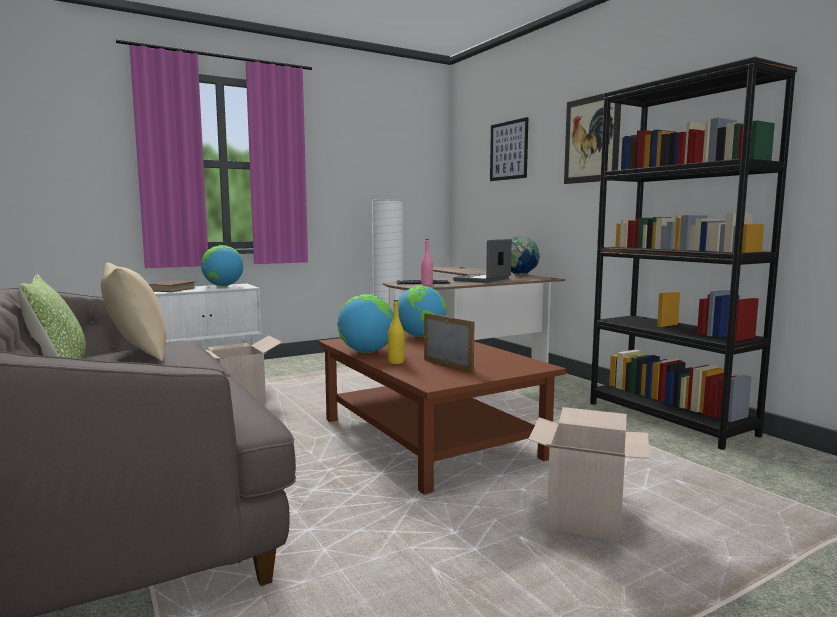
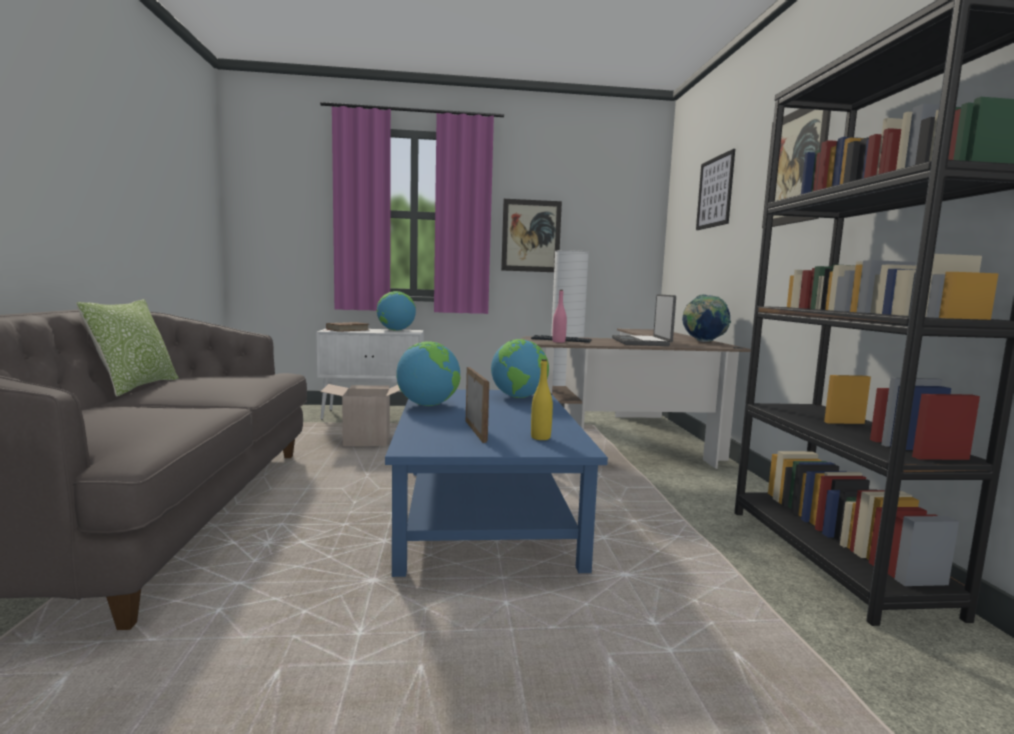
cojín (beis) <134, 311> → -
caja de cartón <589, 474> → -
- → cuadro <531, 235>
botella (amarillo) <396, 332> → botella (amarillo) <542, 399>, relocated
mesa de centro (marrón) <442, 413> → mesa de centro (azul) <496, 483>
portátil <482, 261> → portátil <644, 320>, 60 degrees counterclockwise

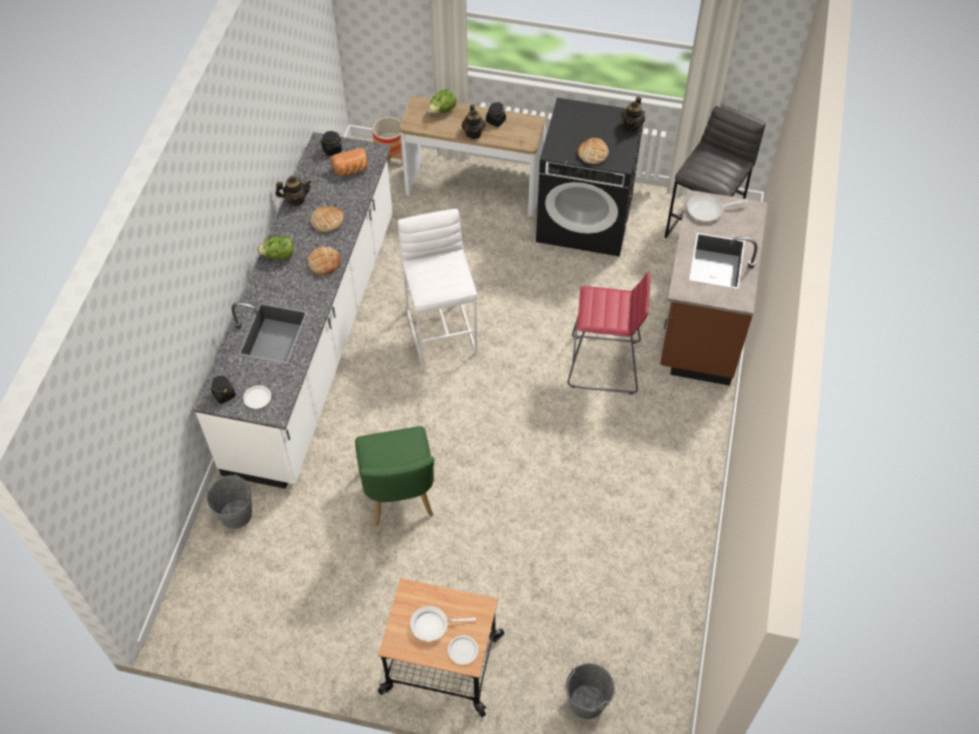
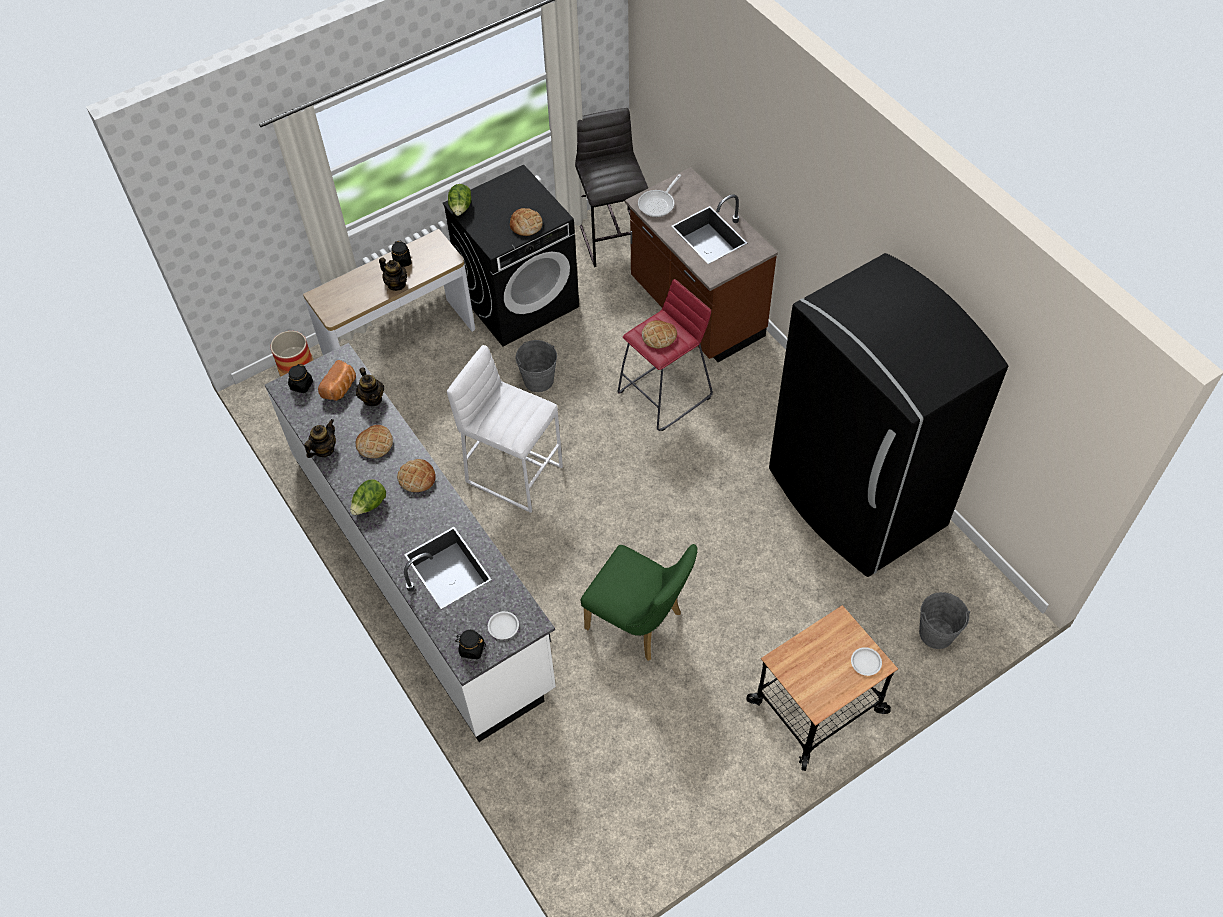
sartén (blanco) <443, 623> → -
- → pan <659, 334>
- → nevera (negro) <888, 415>
cubo (gris) <229, 502> → cubo (gris) <536, 366>, relocated
lechuga <442, 101> → lechuga <459, 200>, relocated
tetera <633, 114> → tetera <370, 386>, relocated

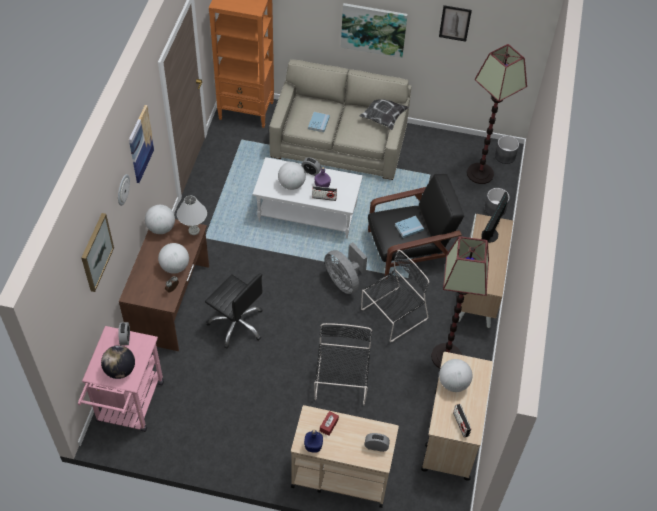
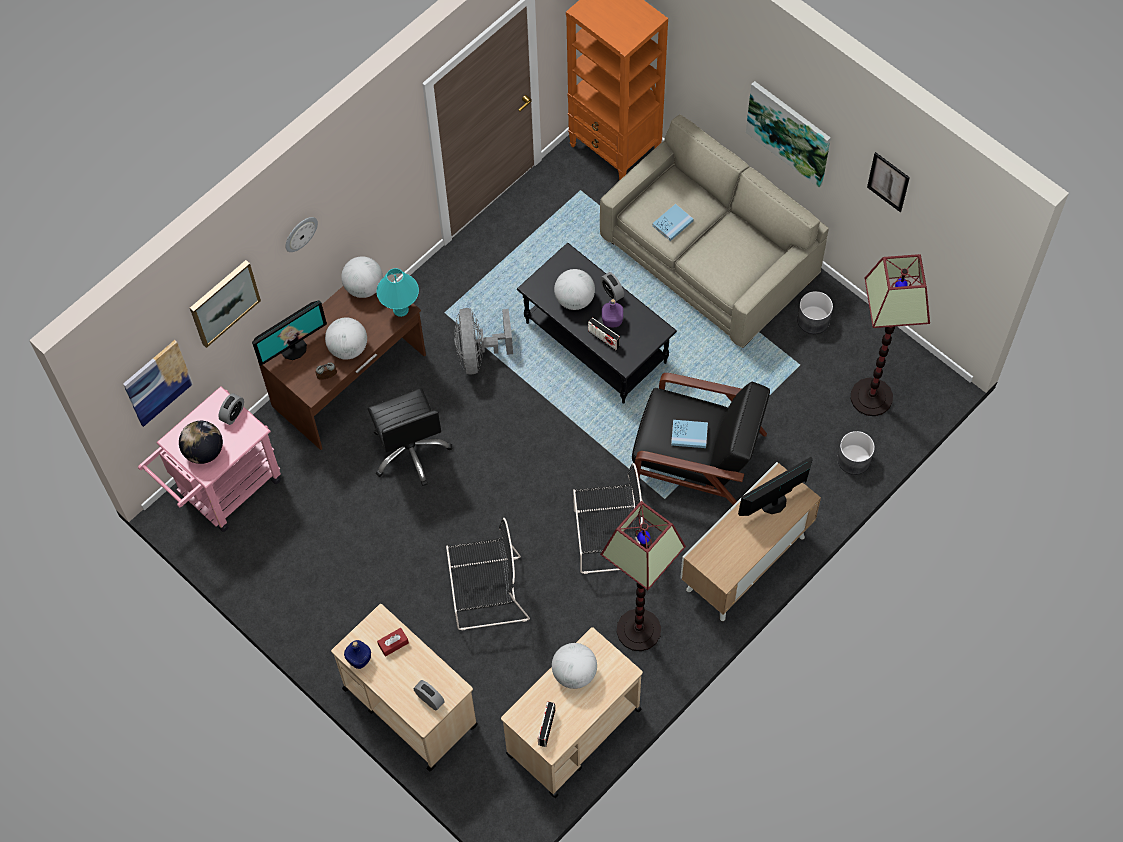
cojín <384, 114> → -
- → monitor <289, 333>
cuadro <141, 144> → cuadro <158, 383>, relocated
ventilador (gris) <346, 268> → ventilador (gris) <483, 341>, relocated
maceta (gris) <507, 150> → maceta (gris) <815, 312>, relocated
lámpara de mesa (blanco) <192, 215> → lámpara de mesa (turquesa) <398, 292>
mesa de centro (blanco) <308, 198> → mesa de centro (negro) <597, 323>
silla (negro) <343, 364> → silla (negro) <488, 574>, 45 degrees clockwise

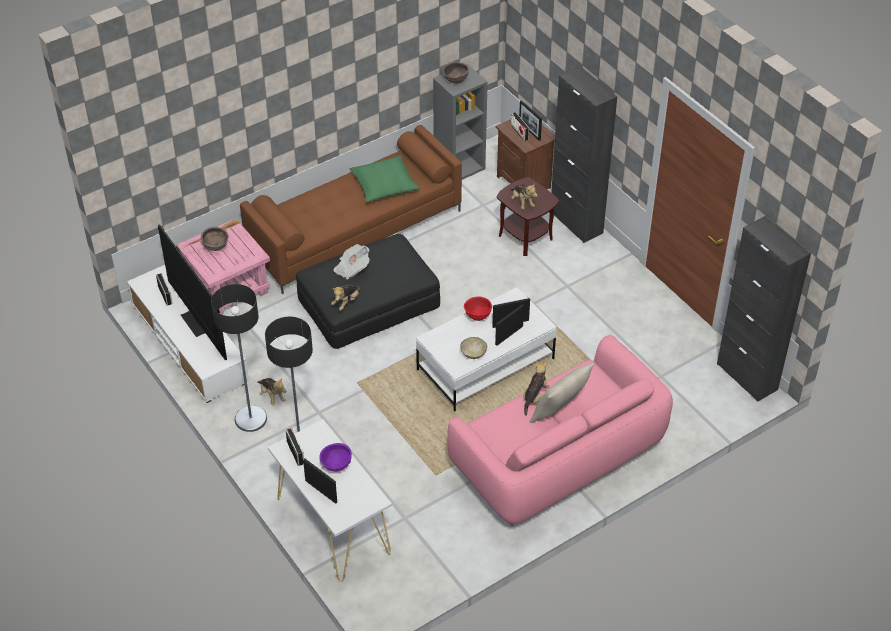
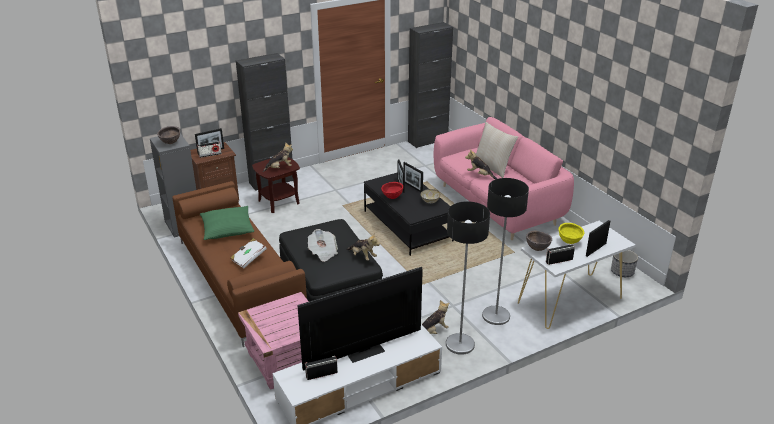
- → libro (blanco) <248, 253>
- → maceta <624, 263>
cuenco (marrón) <215, 239> → cuenco (marrón) <539, 241>, relocated
cuenco (morado) <335, 457> → cuenco (amarillo) <572, 233>
mesa de centro (blanco) <486, 349> → mesa de centro (negro) <409, 214>

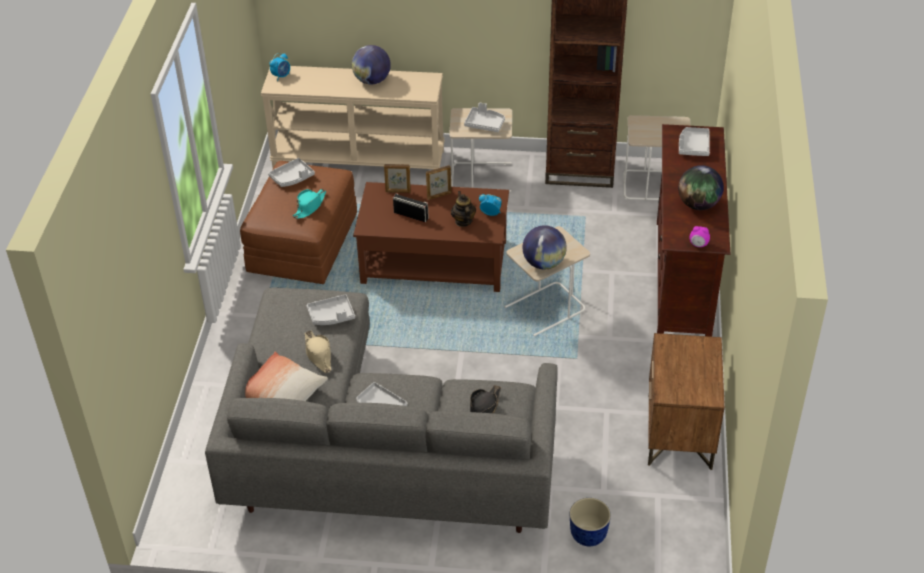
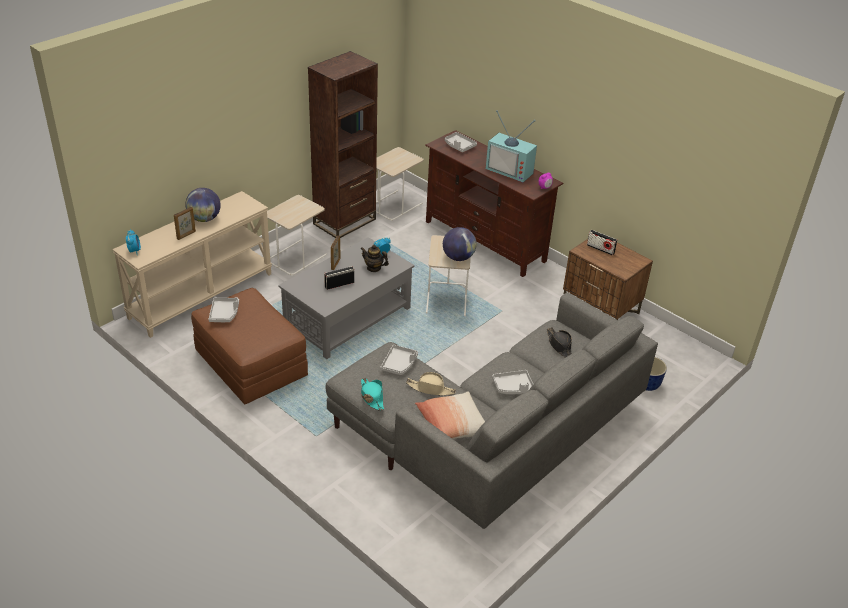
bandeja (gris) <484, 117> → -
- → radio <602, 242>
sombrero (turquesa) <309, 204> → sombrero (turquesa) <372, 394>, relocated
portarretratos <397, 178> → portarretratos <185, 223>, relocated
globo terráqueo <701, 187> → televisor <511, 146>
mesa de centro (marrón) <431, 237> → mesa de centro (gris) <346, 298>

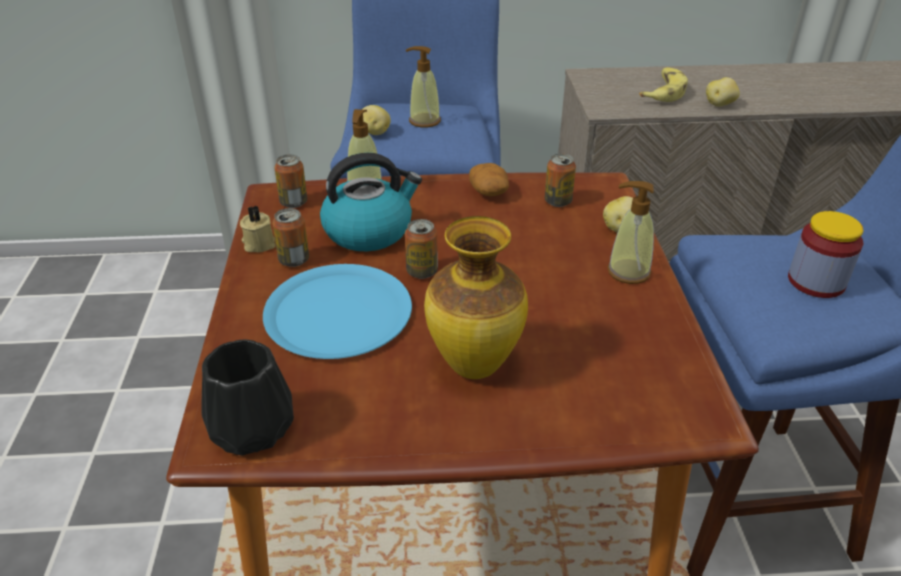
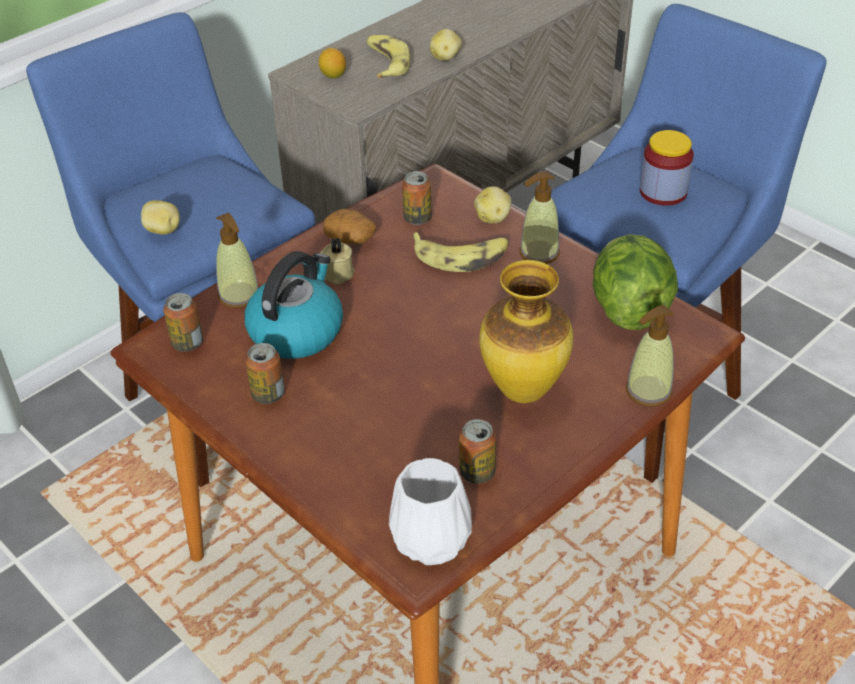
plato (azul) <337, 311> → -
- → limón <332, 63>
- → plátano <460, 252>
- → lechuga <635, 282>
vela (beis) <257, 229> → vela (beis) <337, 261>, relocated
lata <421, 249> → lata <477, 451>, relocated
dispensador de jabón <423, 87> → dispensador de jabón <650, 356>, relocated
florero (negro) <247, 397> → florero (blanco) <430, 511>

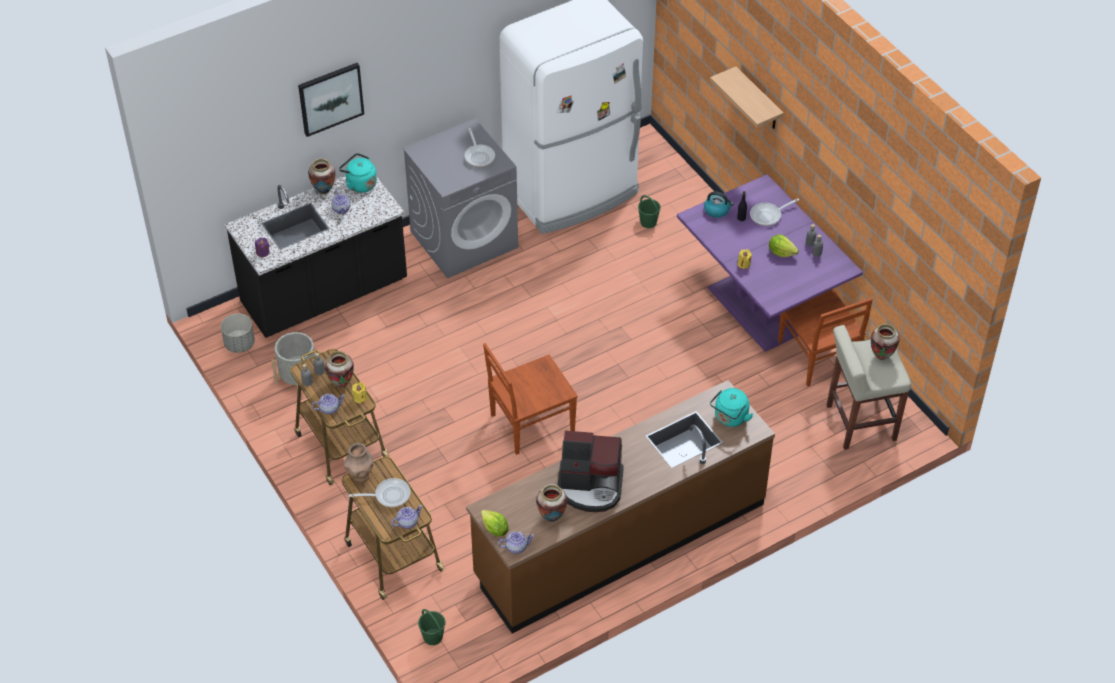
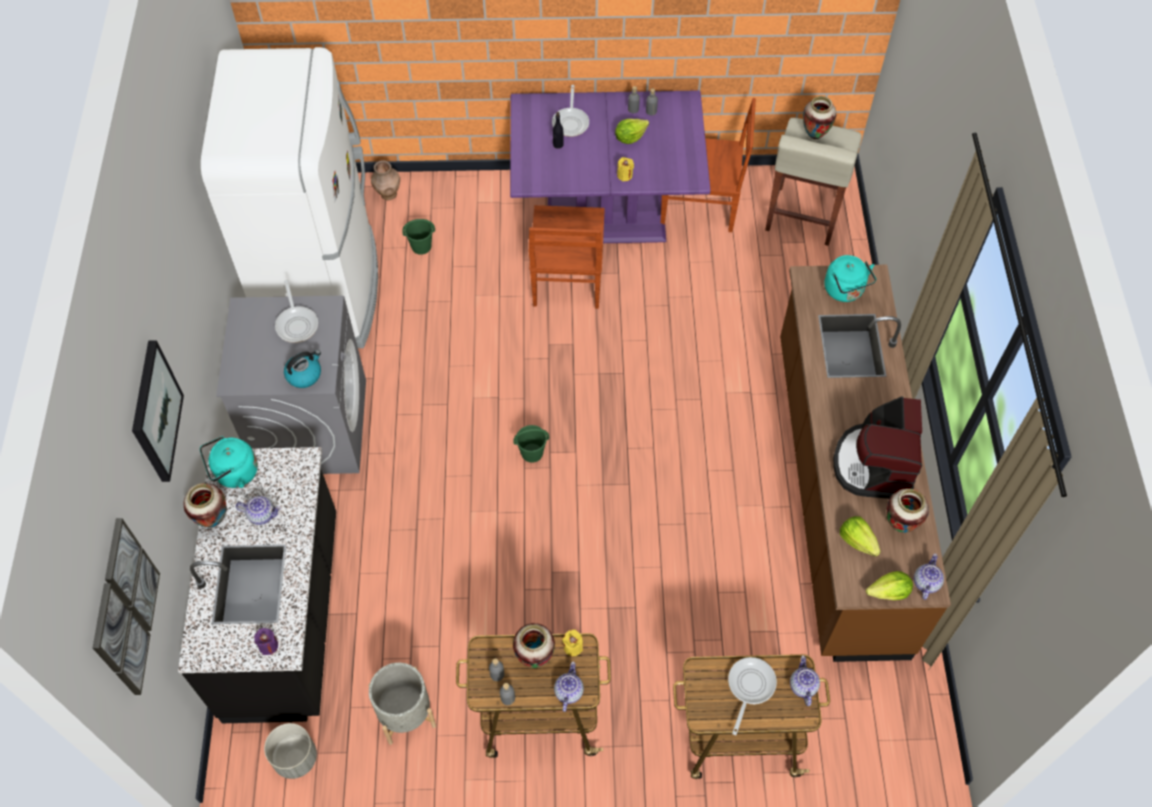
estante <747, 98> → -
- → cuadro <126, 606>
- → lechuga <860, 536>
florero (marrón) <359, 462> → florero (marrón) <385, 180>, relocated
cubo (verde) <431, 627> → cubo (verde) <531, 444>, relocated
silla (marrón) <530, 399> → silla (marrón) <567, 257>, relocated
hervidor <719, 205> → hervidor <302, 369>, relocated
sartén <479, 147> → sartén <296, 311>, 60 degrees clockwise
cafetera <590, 471> → cafetera <877, 448>, 150 degrees clockwise

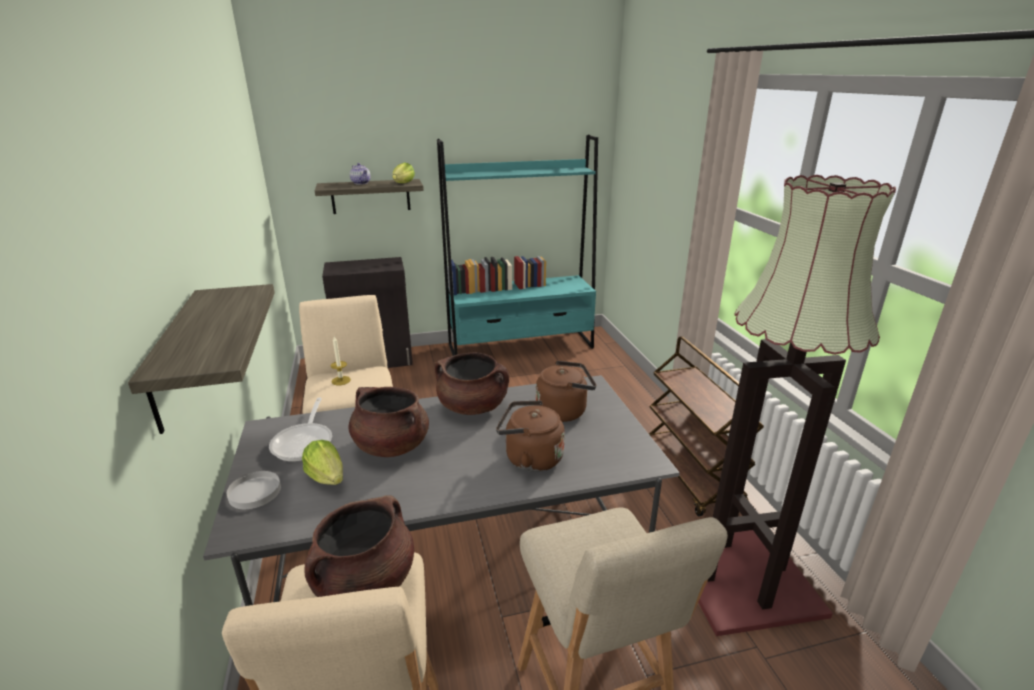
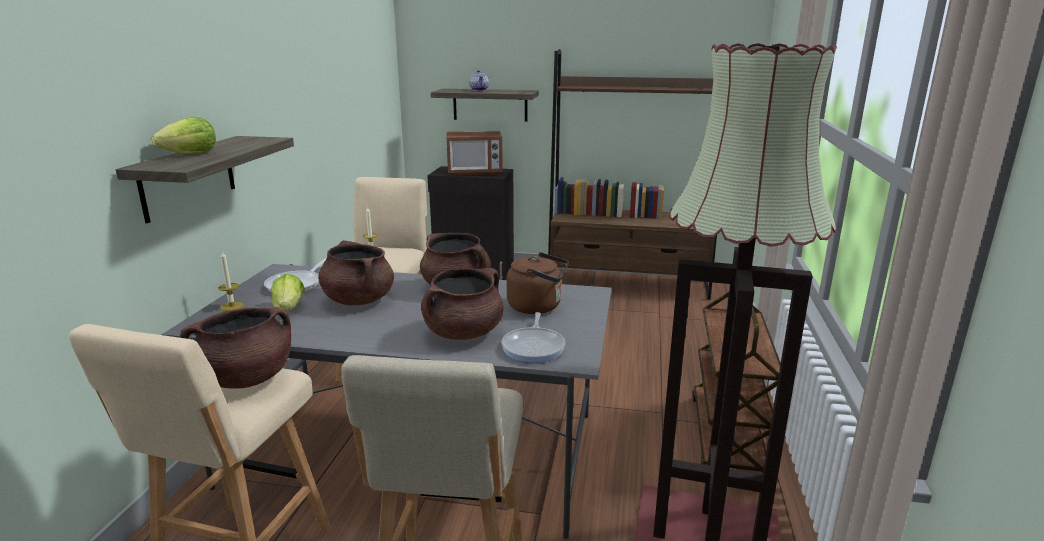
- → microondas <474, 153>
- → sartén <533, 337>
lechuga <403, 173> → lechuga <184, 135>, relocated
plato (blanco) <254, 490> → vela <231, 281>
hervidor (marrón) <530, 436> → olla (marrón) <462, 304>
estantería (turquesa) <517, 245> → estantería (marrón) <632, 174>

